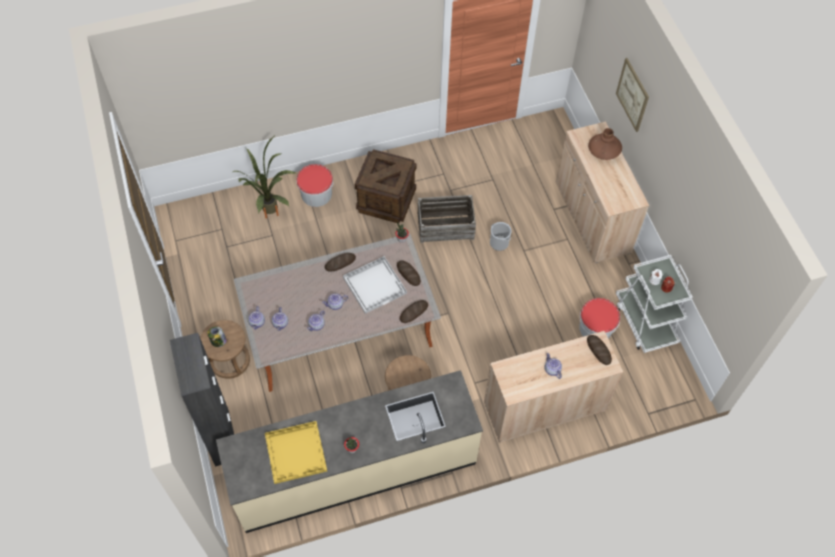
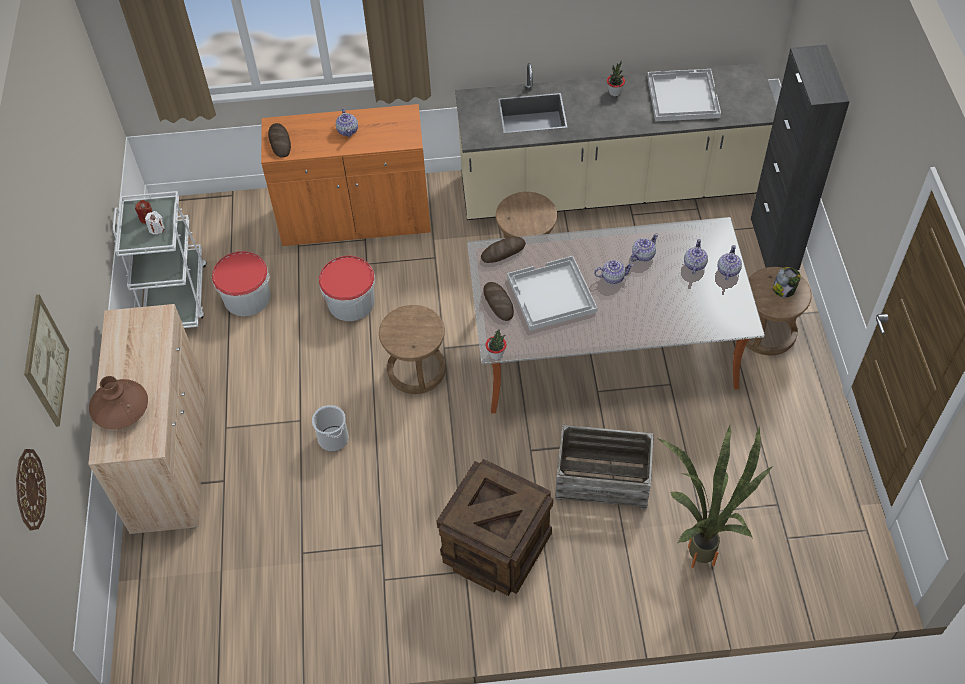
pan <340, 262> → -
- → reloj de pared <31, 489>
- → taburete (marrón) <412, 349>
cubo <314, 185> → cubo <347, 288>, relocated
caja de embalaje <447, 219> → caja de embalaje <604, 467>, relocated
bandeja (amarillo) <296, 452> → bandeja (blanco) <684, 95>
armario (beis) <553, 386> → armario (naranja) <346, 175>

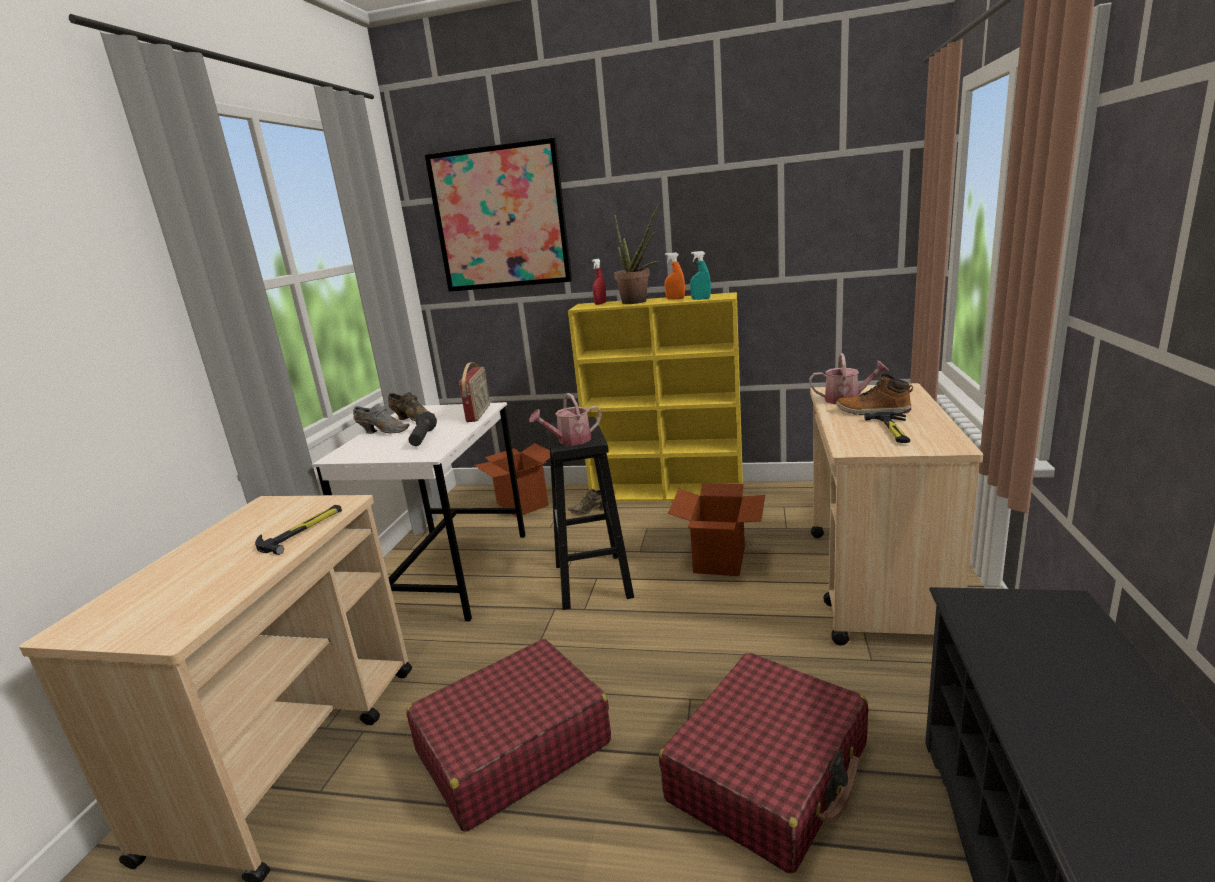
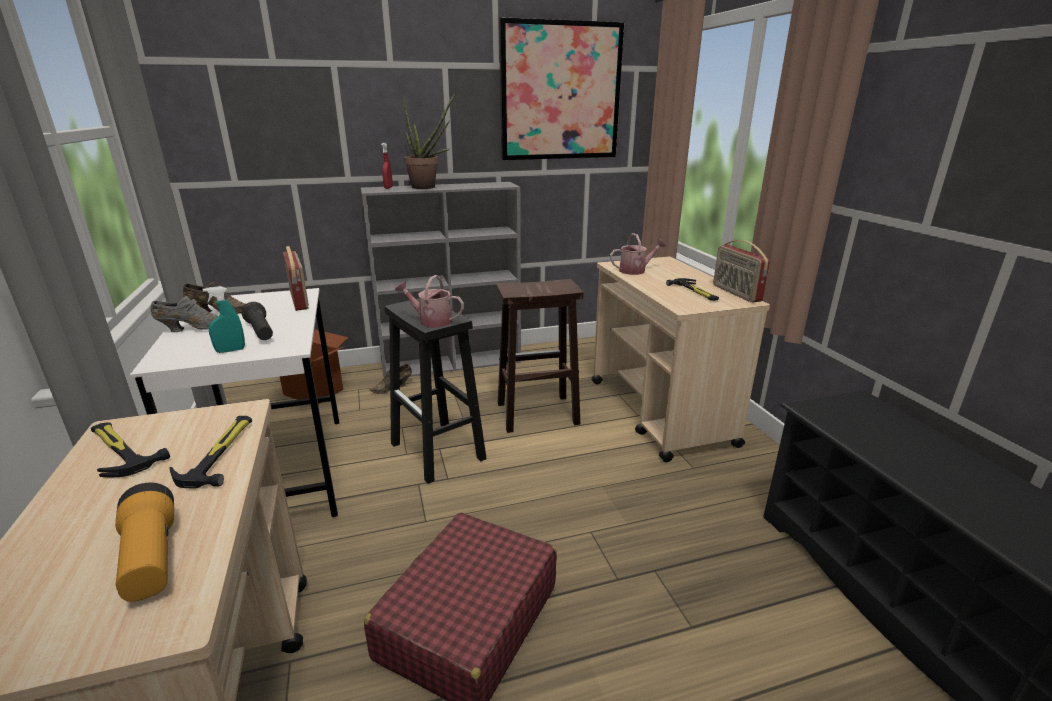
maleta (rojo) <763, 763> → -
pulverizador (naranja) <675, 276> → -
bota <874, 394> → -
- → martillo <130, 449>
- → linterna <144, 542>
- → radio <741, 271>
cuadro <498, 214> → cuadro <562, 88>, relocated
pulverizador (turquesa) <700, 275> → pulverizador (turquesa) <224, 319>, relocated
caja de cartón <716, 529> → taburete (marrón) <540, 356>
estantería (amarillo) <655, 396> → estantería (gris) <441, 279>
regadera <565, 419> → regadera <429, 301>, 75 degrees clockwise

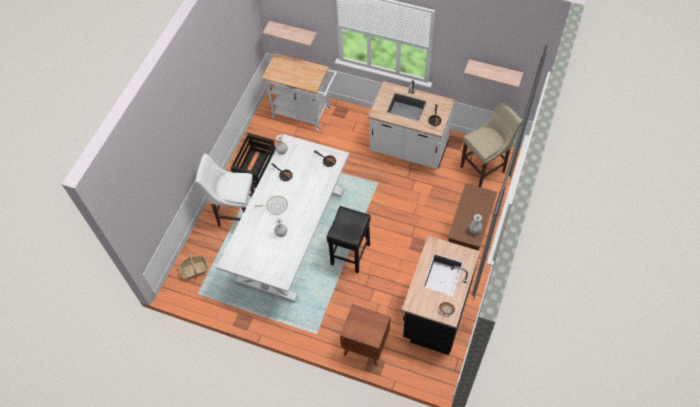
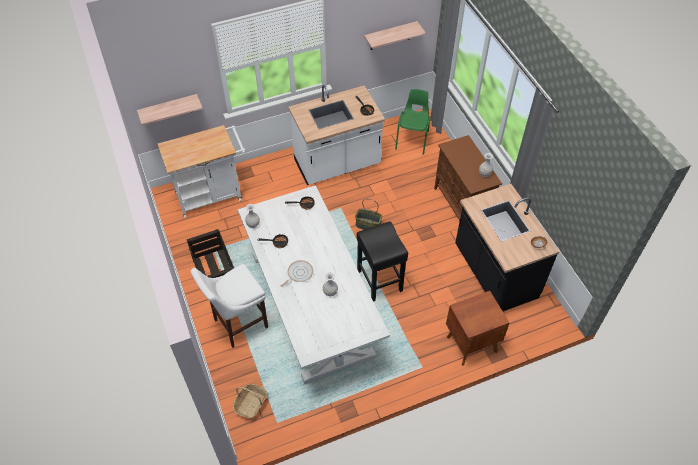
- → cesta <368, 214>
taburete (beis) <491, 144> → silla (verde) <412, 122>

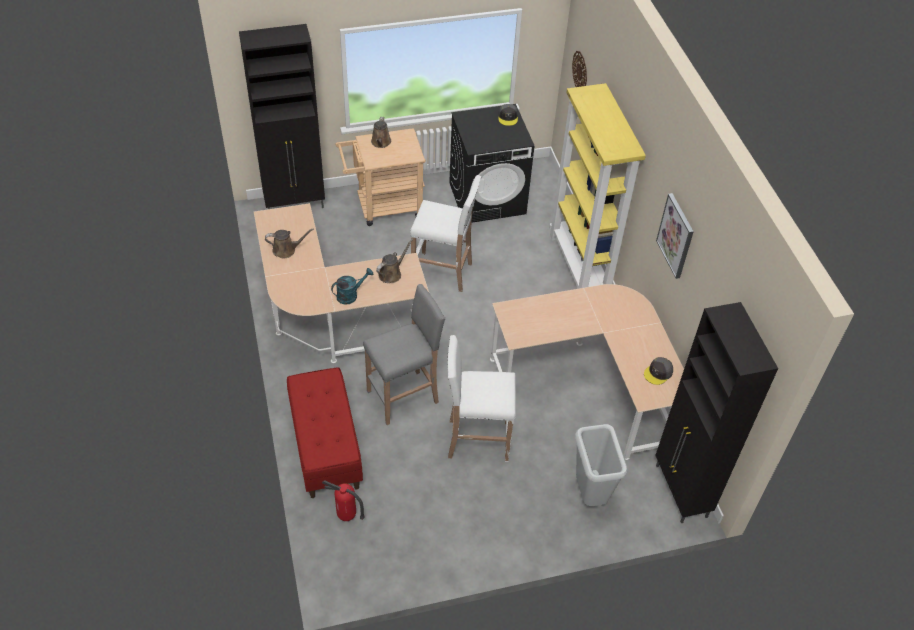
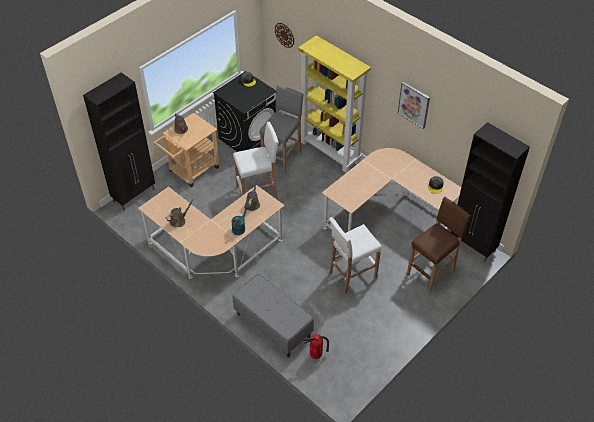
taburete (gris) <404, 354> → taburete (gris) <281, 129>, relocated
papelera (gris) <601, 465> → taburete (marrón) <439, 245>
banco (rojo) <325, 432> → banco (gris) <273, 315>

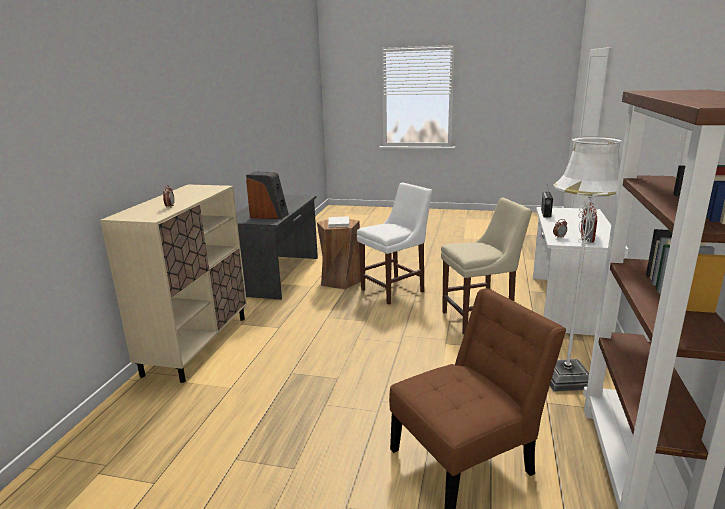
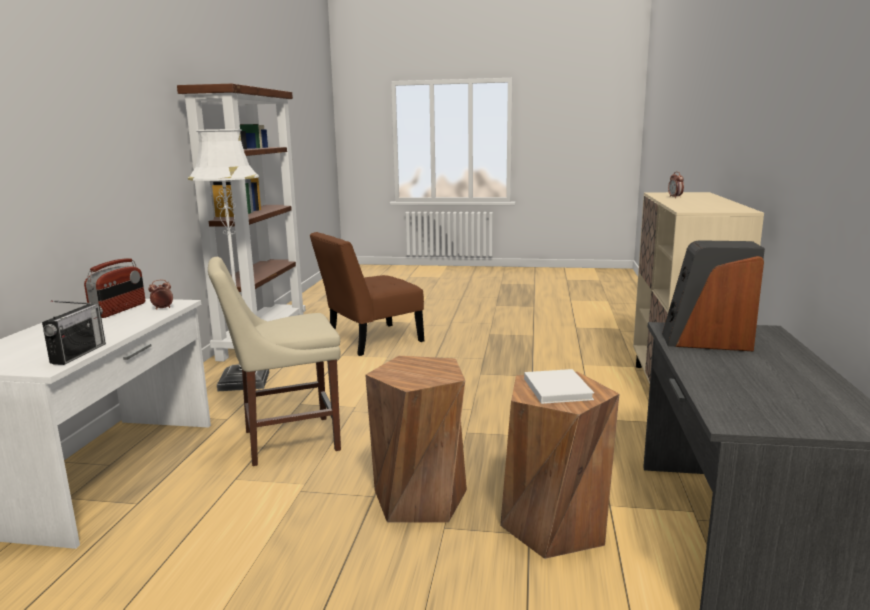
silla (blanco) <394, 243> → taburete (marrón) <416, 439>

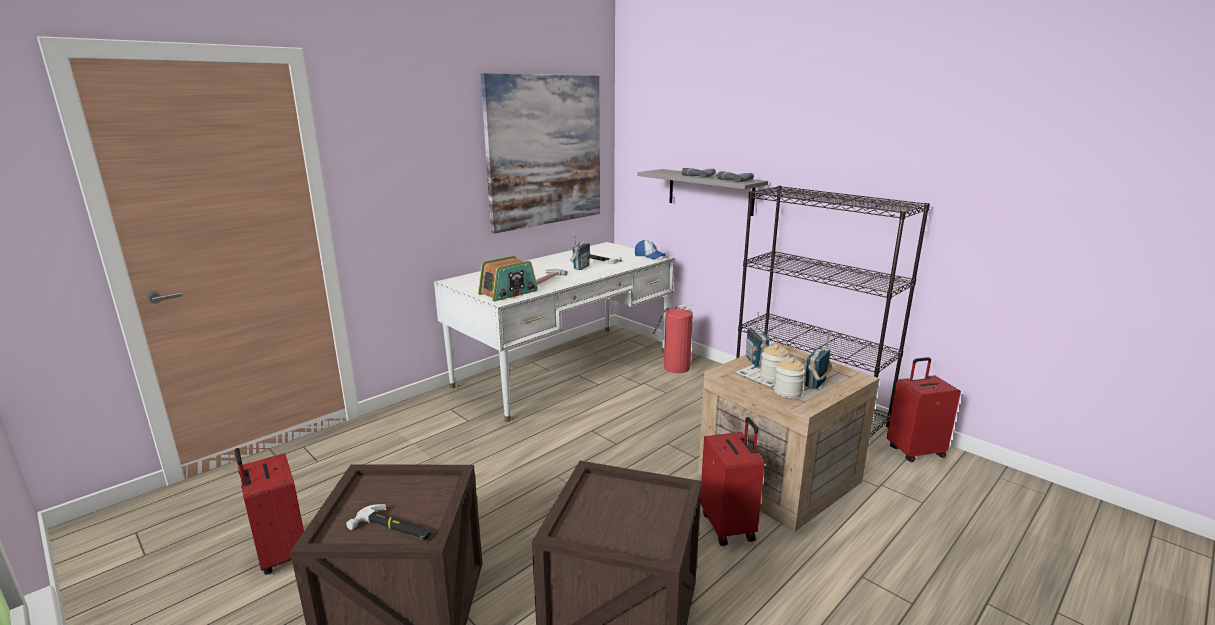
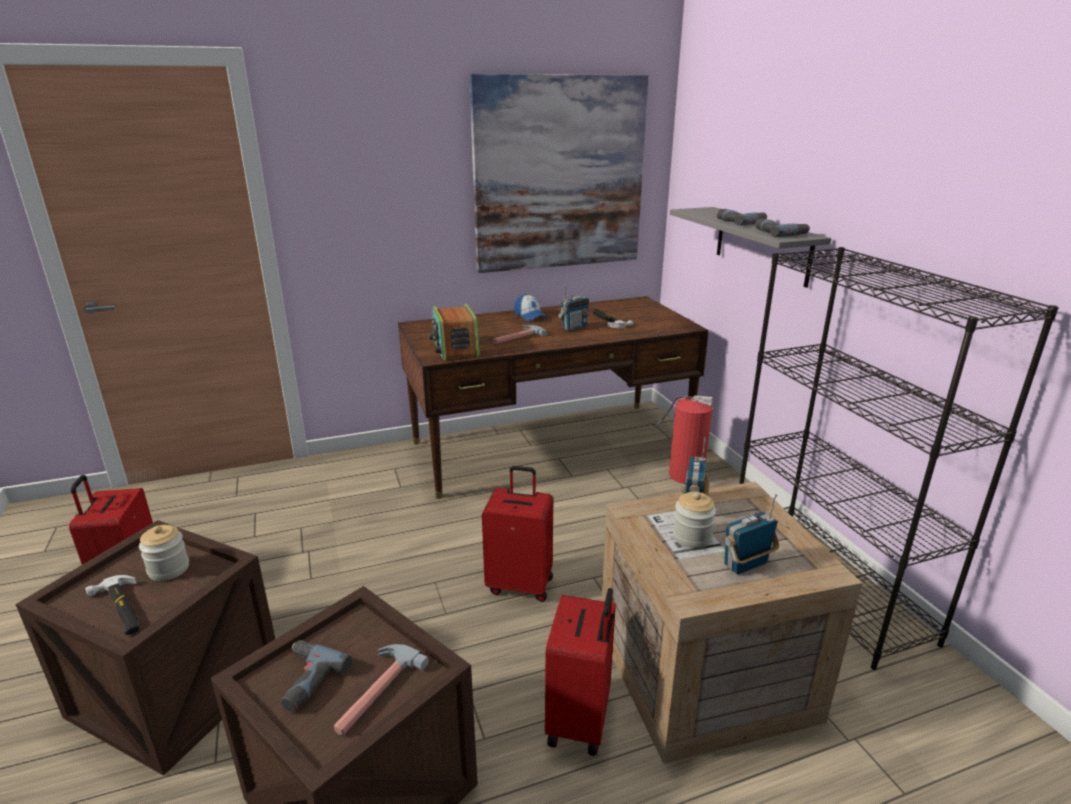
- → taladro <316, 676>
- → martillo <381, 689>
gorra <650, 250> → gorra <530, 307>, relocated
tarro <789, 378> → tarro <164, 553>, relocated
maleta (rojo) <924, 409> → maleta (rojo) <517, 534>, relocated
escritorio (blanco) <554, 332> → escritorio (marrón) <553, 397>
radio <508, 278> → radio <454, 332>, 90 degrees clockwise

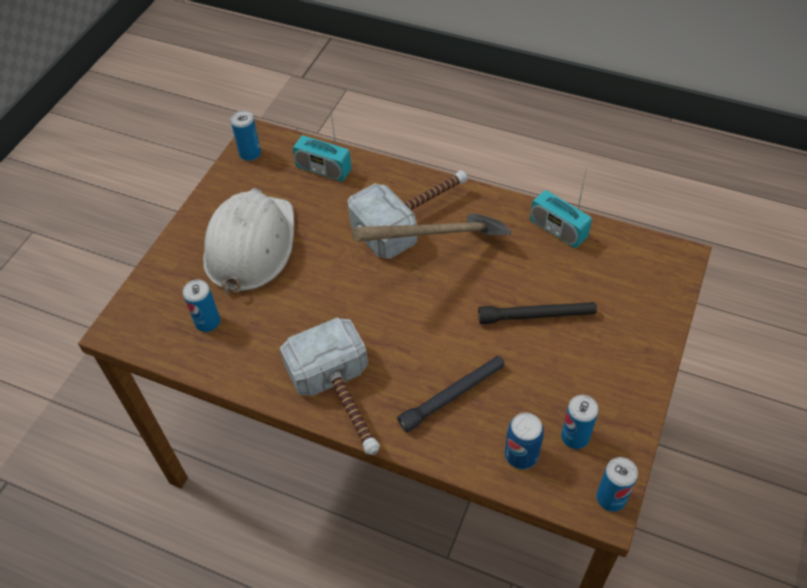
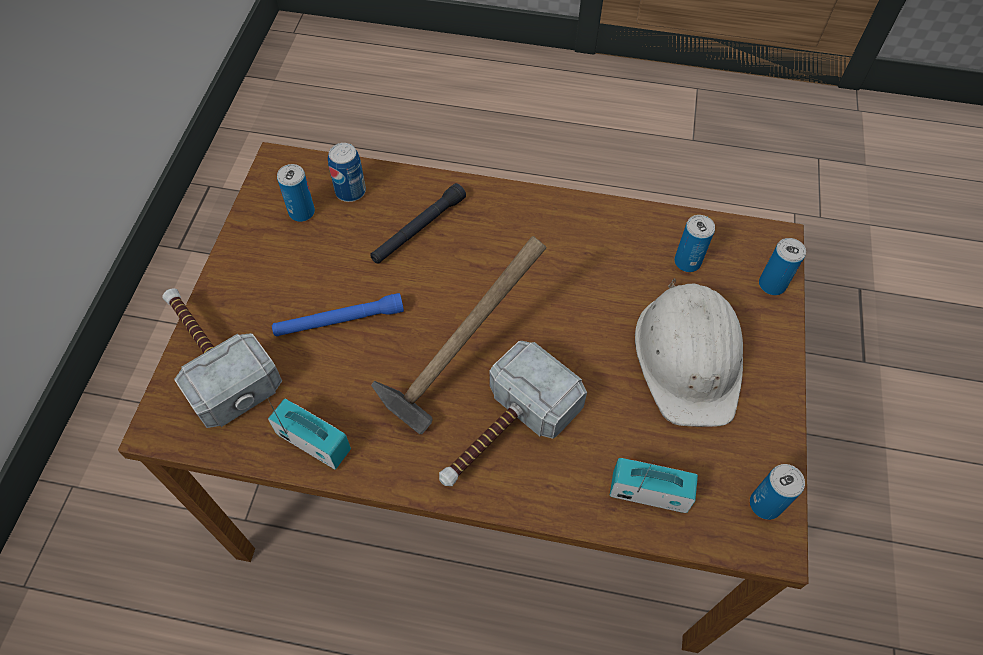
martillo <330, 386> → martillo <222, 358>, relocated
lata <617, 484> → lata <782, 266>, relocated
linterna (negro) <537, 313> → linterna (azul) <338, 315>

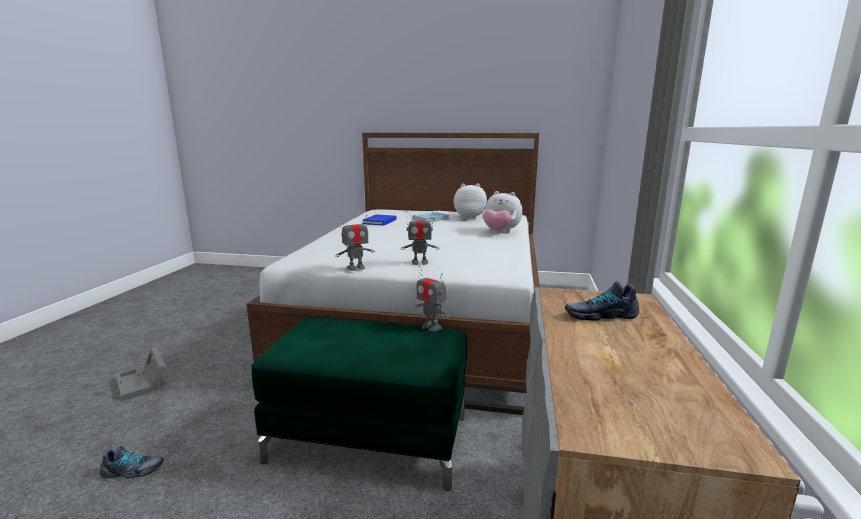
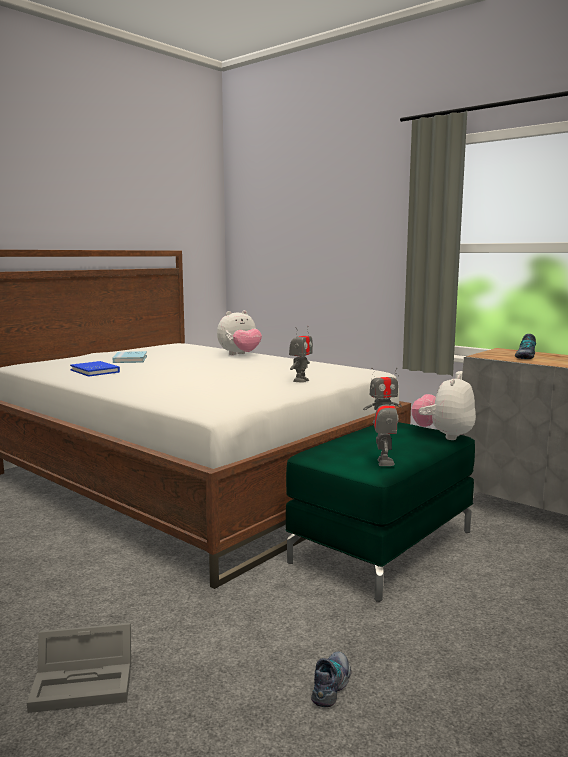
robot de juguete <355, 243> → robot de juguete <386, 429>, relocated
peluche <470, 201> → peluche <443, 407>, relocated

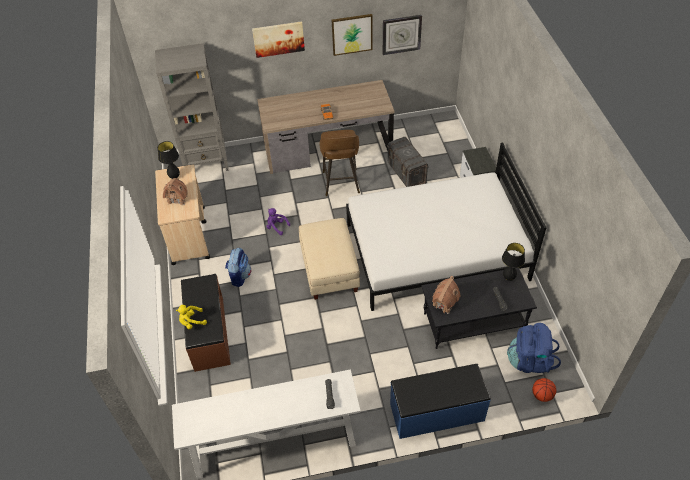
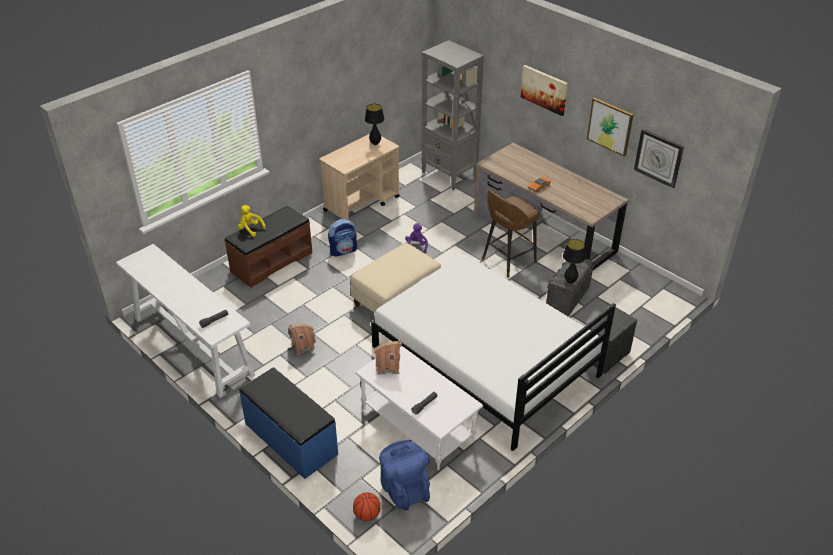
casita <175, 192> → casita <302, 340>, relocated
lámpara de mesa (negro) <513, 262> → lámpara de mesa (negro) <574, 261>, relocated
mesa de centro (negro) <479, 308> → mesa de centro (blanco) <419, 407>

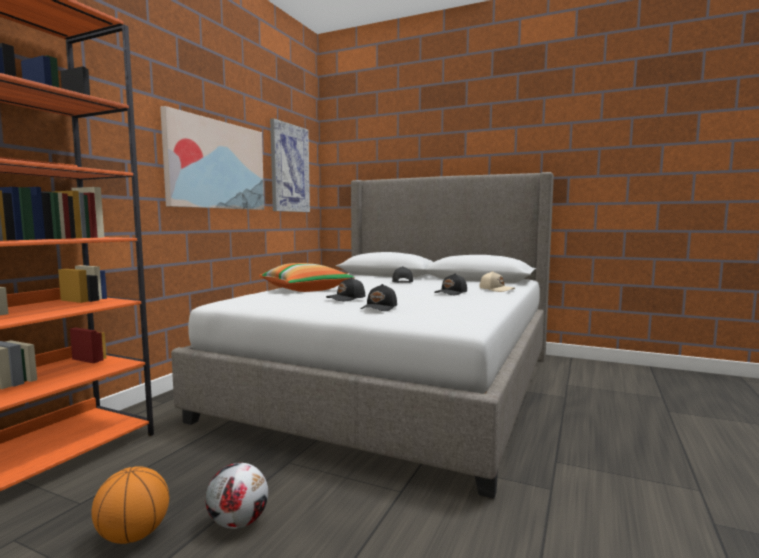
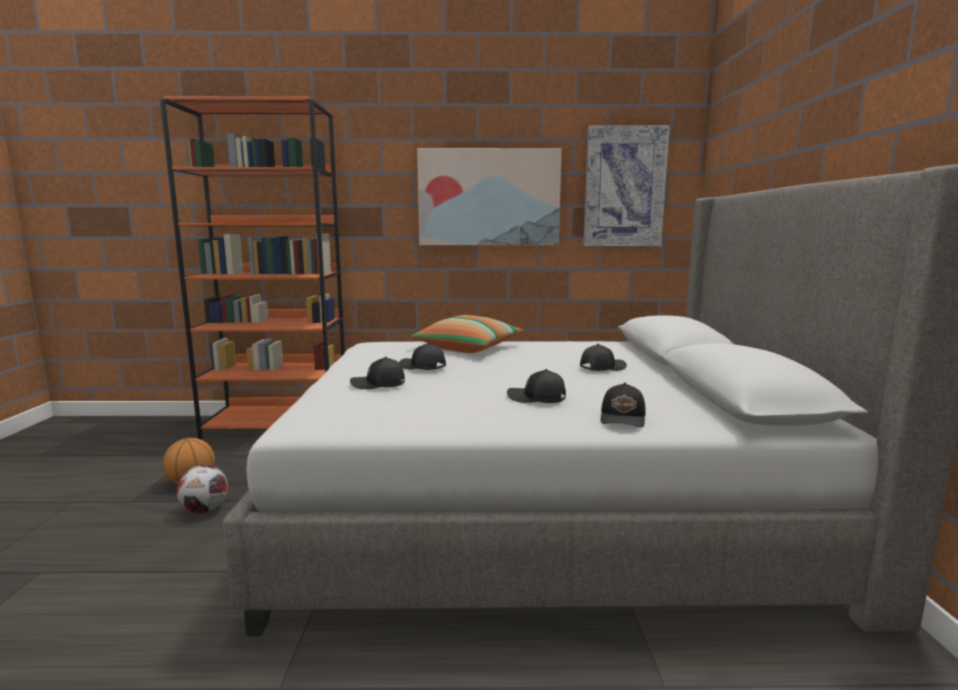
gorra (beis) <497, 281> → gorra (negro) <623, 405>

